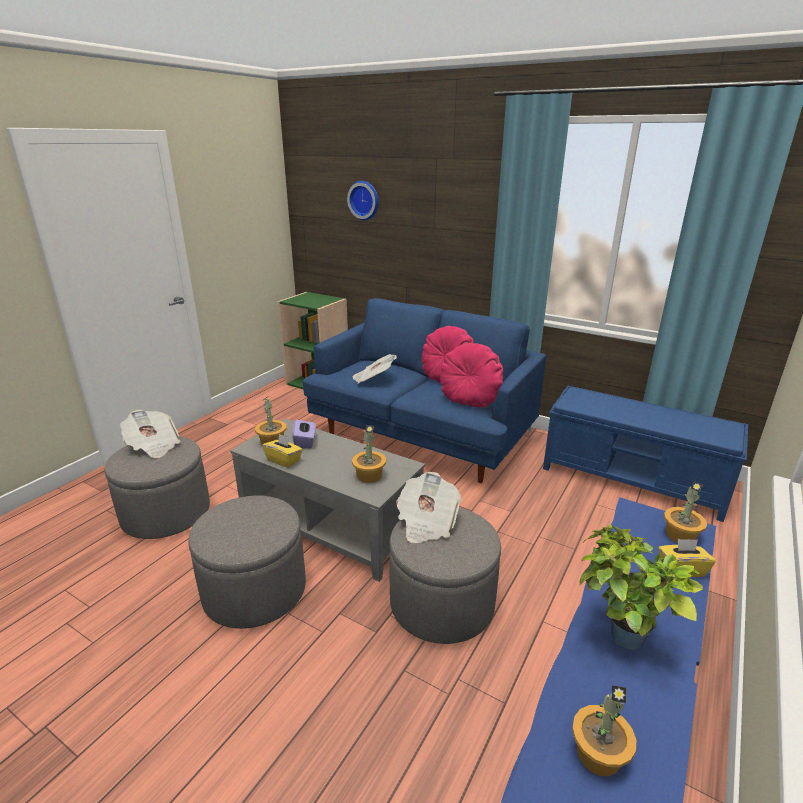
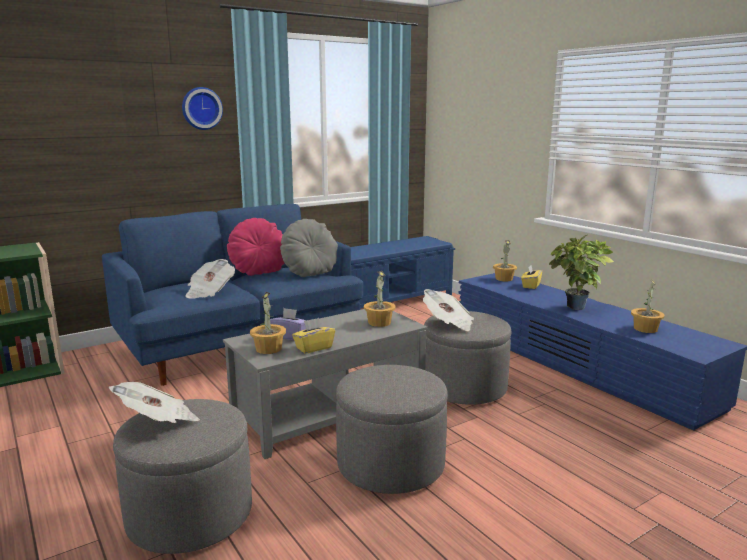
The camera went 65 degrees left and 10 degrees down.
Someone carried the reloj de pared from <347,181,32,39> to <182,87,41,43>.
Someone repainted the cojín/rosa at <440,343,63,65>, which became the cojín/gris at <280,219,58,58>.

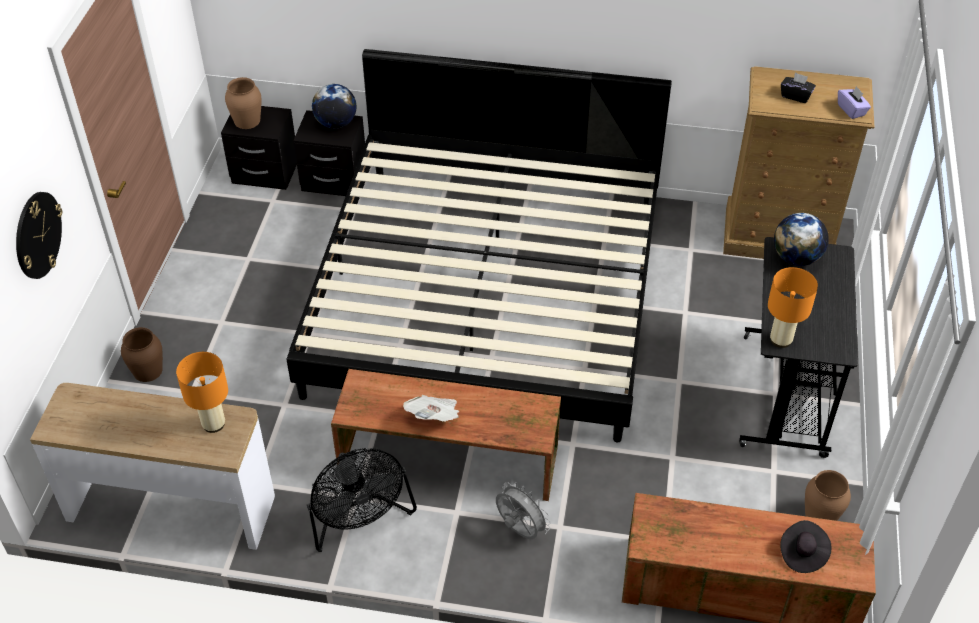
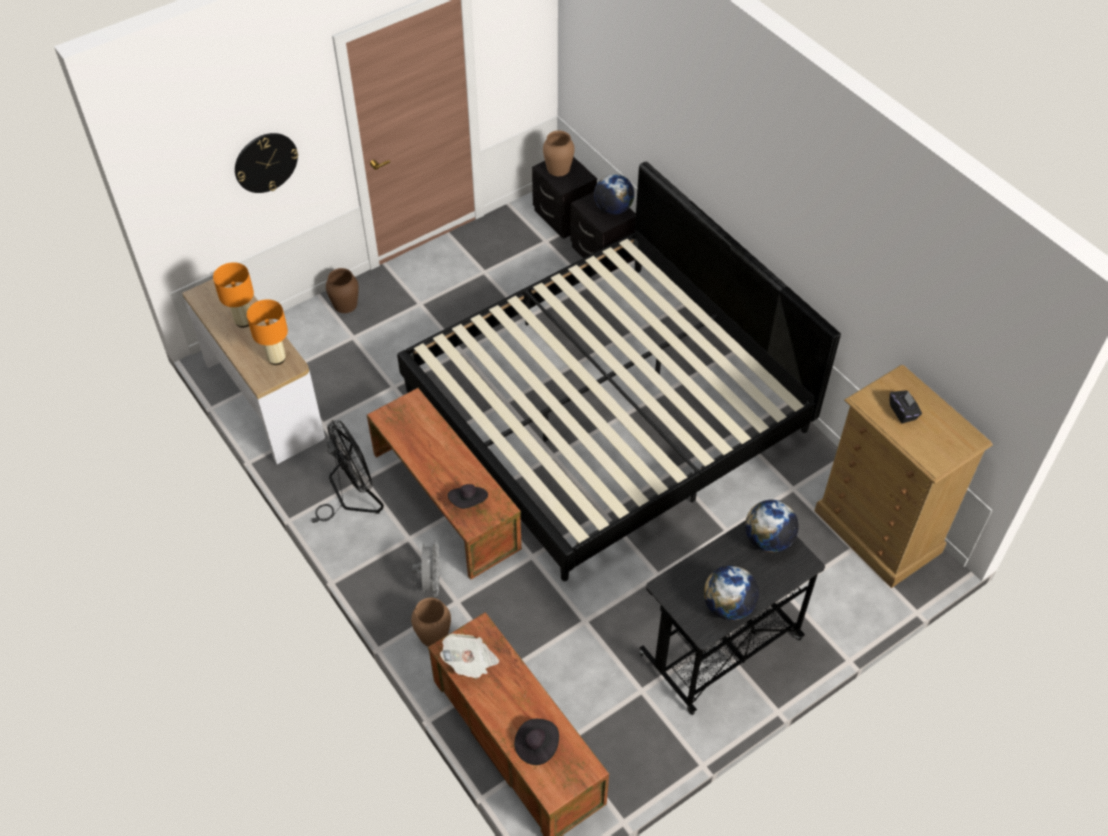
The camera went 45 degrees right and 5 degrees up.
Someone took away the caja de pañuelos/morado at <838,86,33,33>.
Someone put down the sombrero/negro at <448,484,40,25>.
Someone put down the globo terráqueo at <704,565,55,56>.
Someone carried the periódico from <403,395,57,26> to <440,634,59,45>.
Someone carried the lámpara de mesa/naranja from <768,267,50,81> to <213,262,41,66>.
Someone carried the florero/marrón from <805,470,46,51> to <411,598,40,49>.
Someone rotated the ventilador/negro at <307,448,110,104> by 135 degrees counterclockwise.

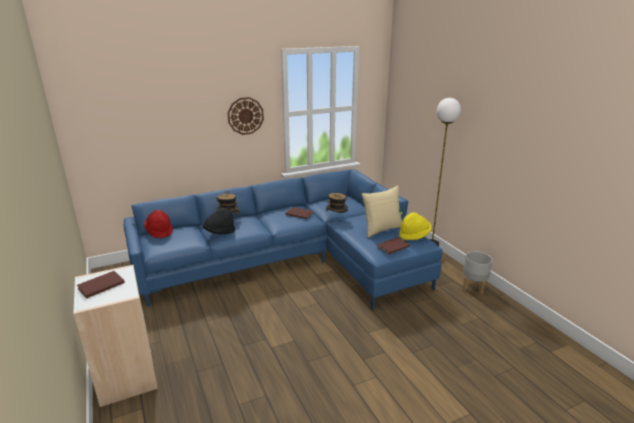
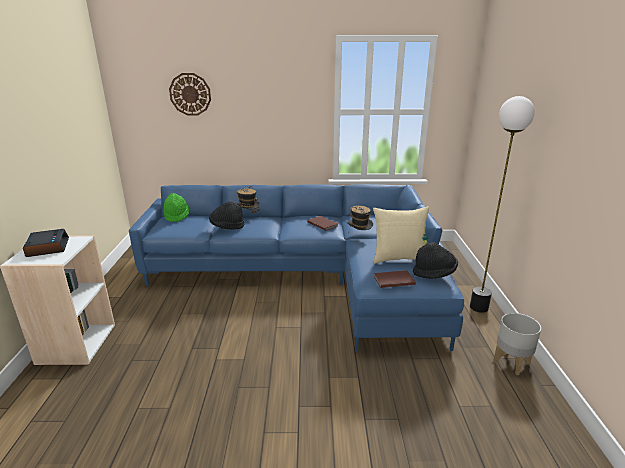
The camera went 25 degrees right and 0 degrees up.
Someone carried the reloj de pared from <228,97,36,38> to <169,73,42,43>.
Someone swapped the libro/marrón at <77,271,48,27> for the despertador at <23,229,46,28>.
Someone repainted the sombrero/rojo at <144,210,29,28>, which became the sombrero/verde at <163,193,26,29>.
Someone repainted the sombrero/amarillo at <399,212,32,28>, which became the sombrero/negro at <413,242,45,37>.

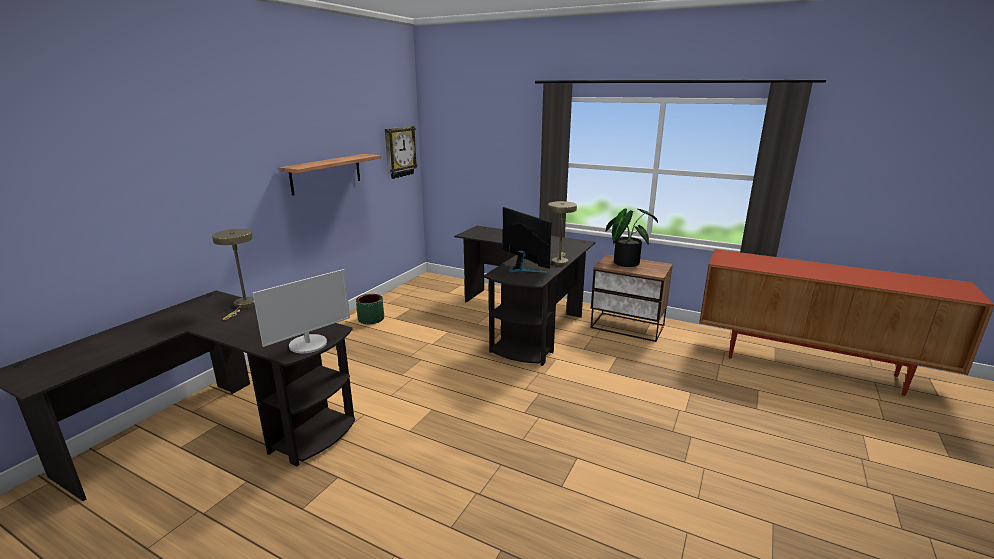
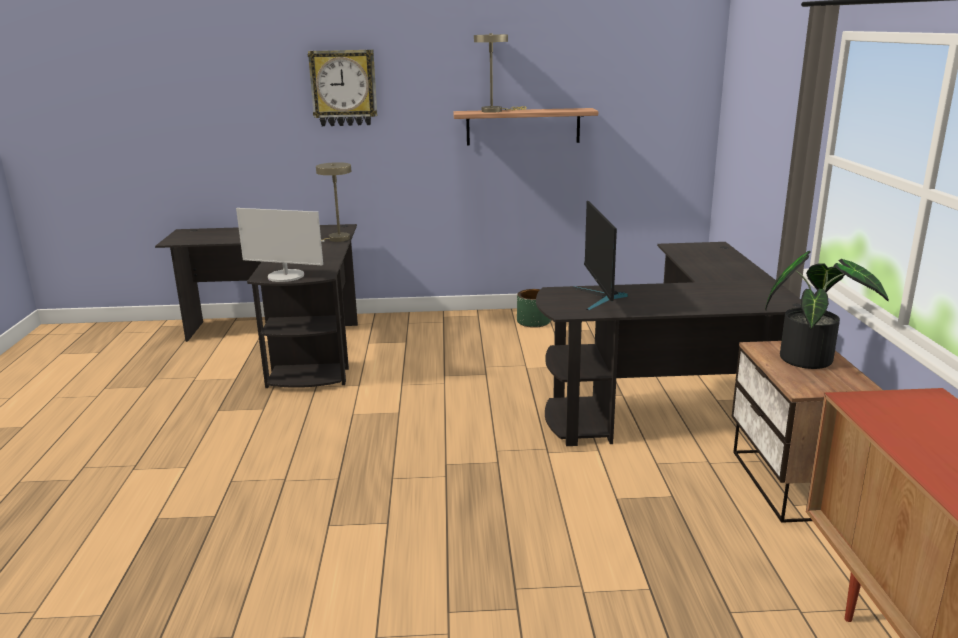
The camera went 60 degrees right and 0 degrees up.
Someone carried the reloj de pared from <385,126,33,53> to <308,50,69,76>.
Someone carried the lámpara de mesa/beis from <548,201,29,65> to <474,33,53,80>.
Someone rotated the monitor at <503,207,49,66> by 150 degrees clockwise.

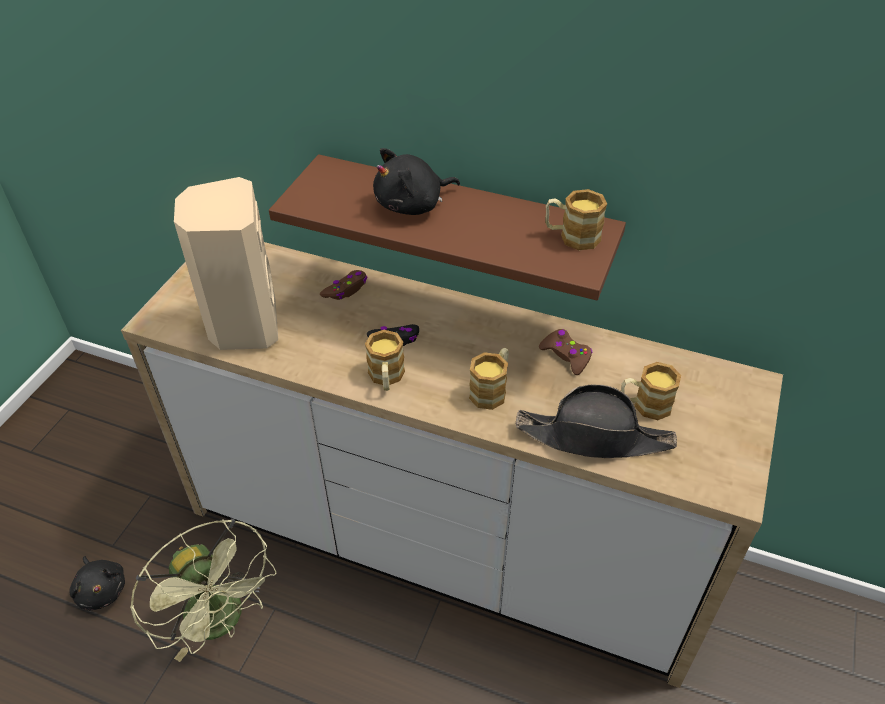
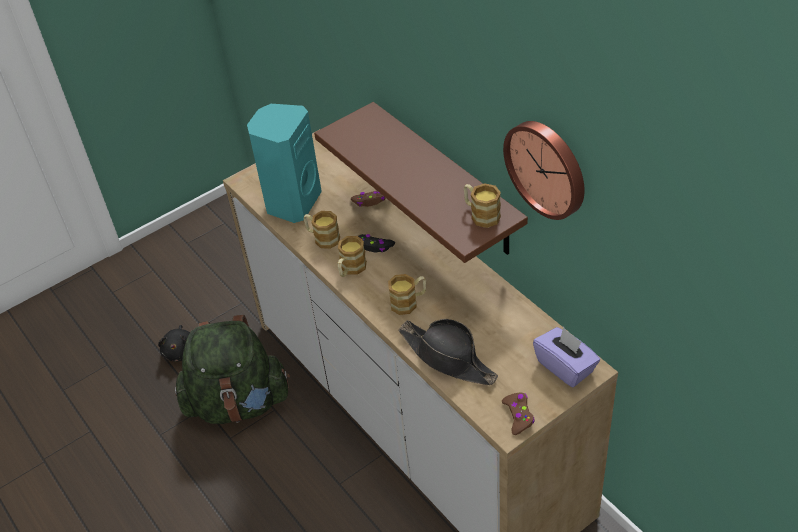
The camera went 35 degrees right and 0 degrees up.
Someone took away the peluche/negro at <373,148,87,67>.
Someone put up the reloj de pared at <503,121,82,99>.
Someone put down the caja de pañuelos/morado at <533,327,67,60>.
Someone carried the mando de consola/marrón from <539,329,54,46> to <502,393,33,42>.
Someone carried the taza grande from <621,362,60,58> to <304,211,36,38>.
Someone swapped the ventilador/verde at <130,519,146,143> for the mochila/verde at <175,315,115,109>.
Someone repainted the altavoz/beis at <174,177,104,173>, which became the altavoz/turquesa at <247,104,75,119>.

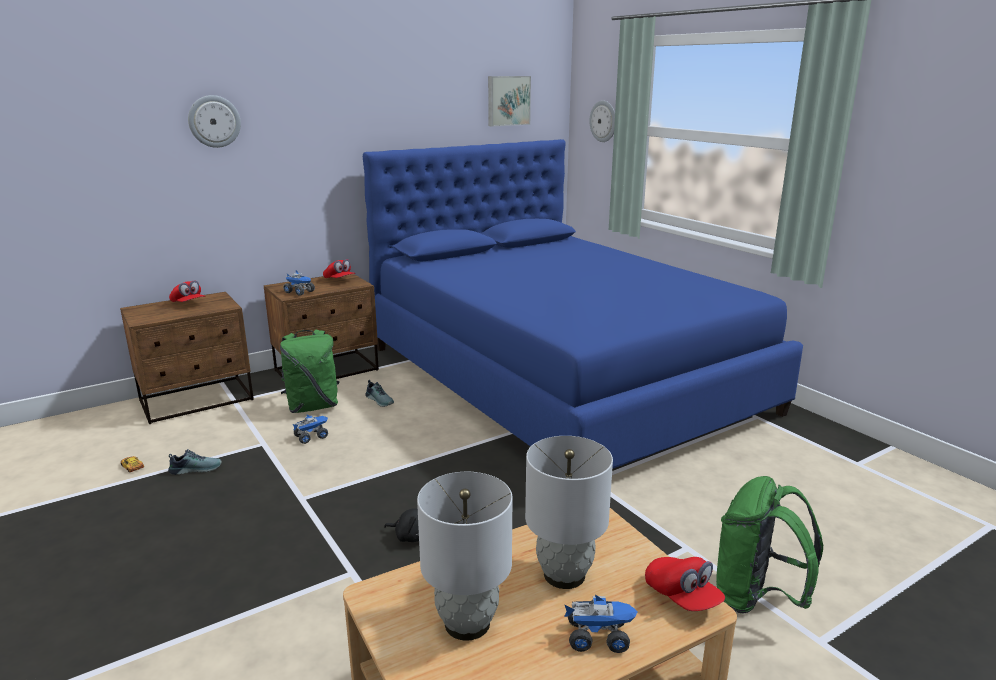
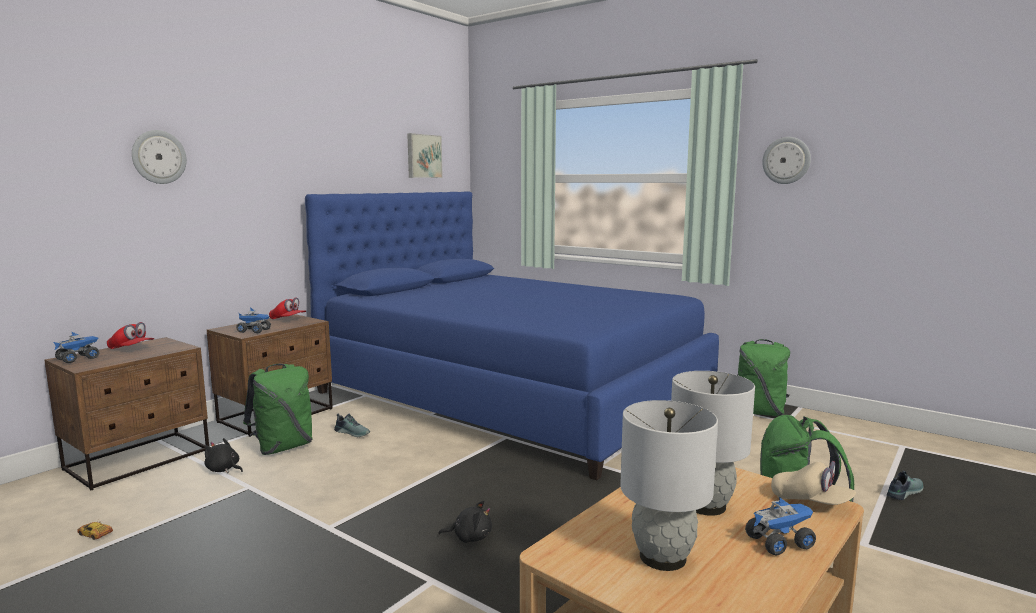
The camera went 20 degrees left and 10 degrees down.
Someone put down the peluche/negro at <204,438,39,35>.
Someone put down the mochila/verde at <737,339,53,77>.
Someone carried the zapato from <168,449,54,26> to <887,471,37,29>.
Someone carried the camión de juguete from <293,414,35,30> to <53,331,46,32>.
Someone carried the reloj de pared from <589,100,26,42> to <762,137,49,47>.
Someone repainted the gorra/rojo at <645,557,80,54>, which became the gorra/beis at <771,461,85,44>.

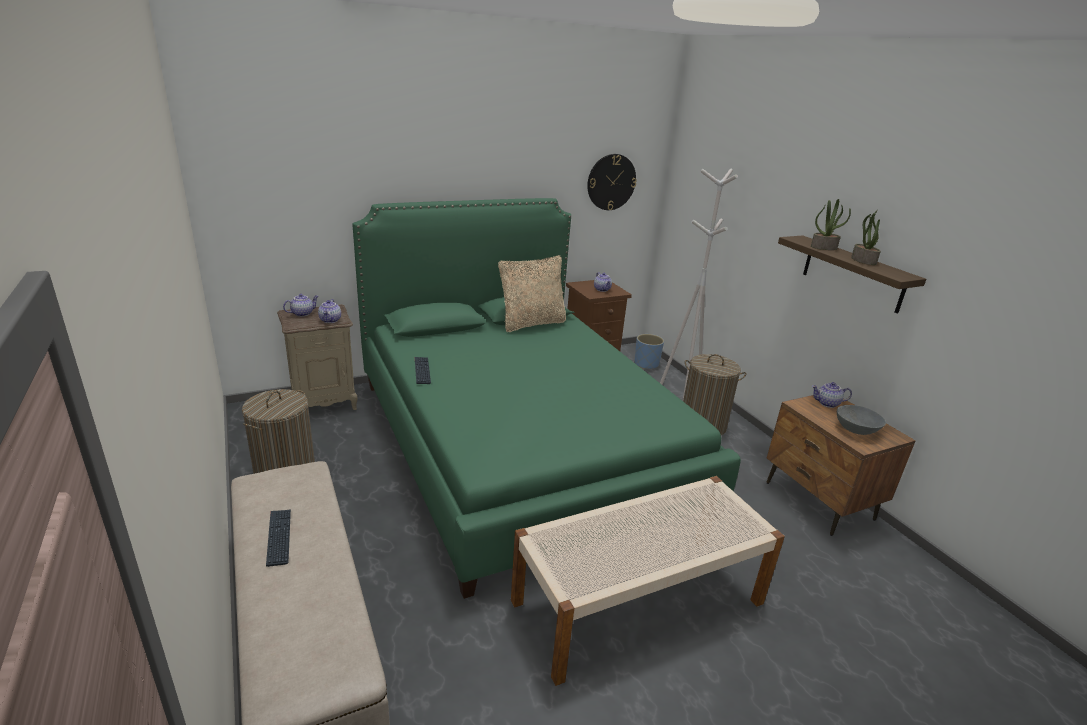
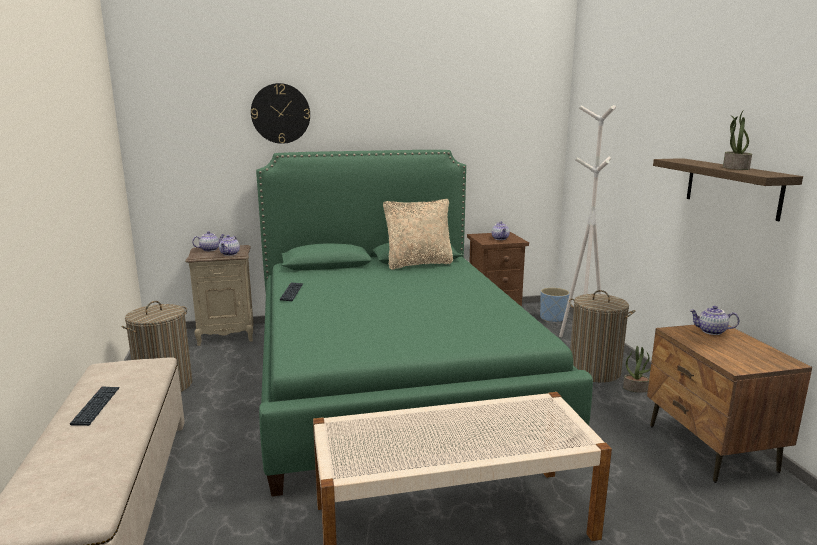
The camera went 15 degrees right and 10 degrees down.
Someone took away the cuenco/gris at <837,405,49,30>.
Someone carried the reloj de pared from <587,154,50,56> to <251,83,59,61>.
Someone carried the planta en maceta from <811,199,40,51> to <623,346,28,47>.

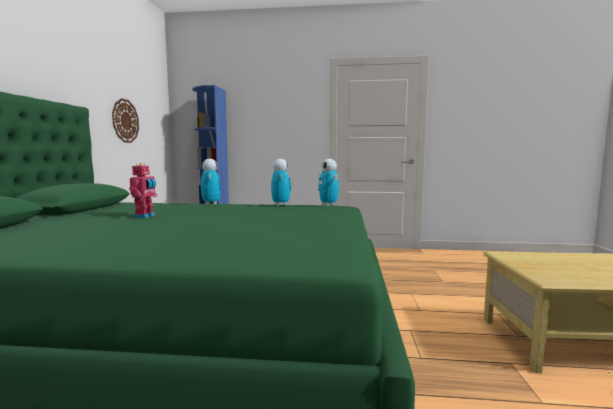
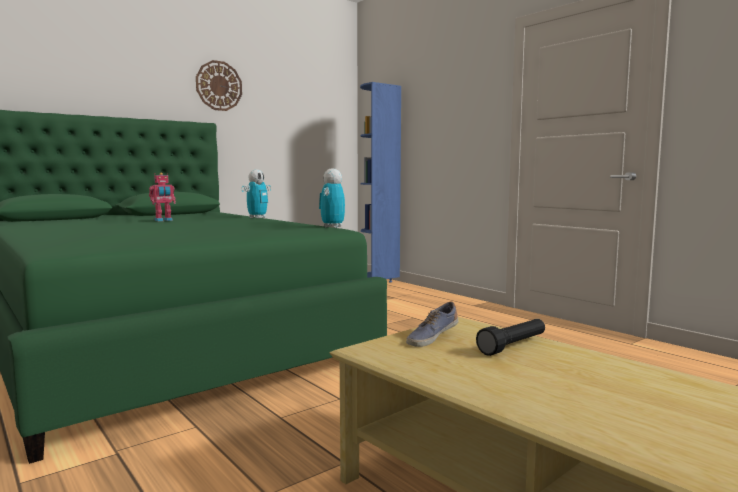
The camera went 45 degrees right and 0 degrees up.
Someone took away the robot de juguete at <271,159,20,47>.
Someone put down the zapato at <406,301,52,46>.
Someone put down the linterna/negro at <476,319,69,37>.
Someone carried the reloj de pared from <112,98,27,45> to <196,60,46,51>.

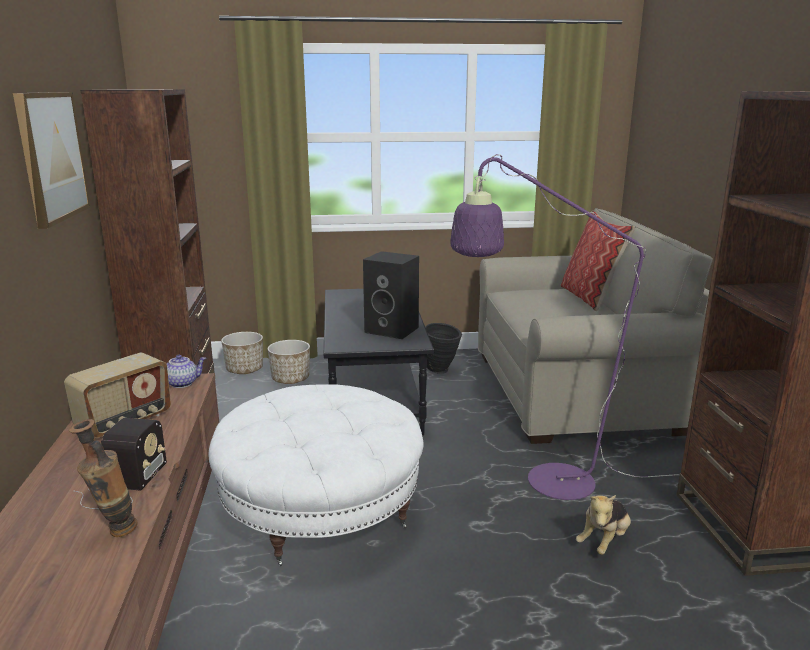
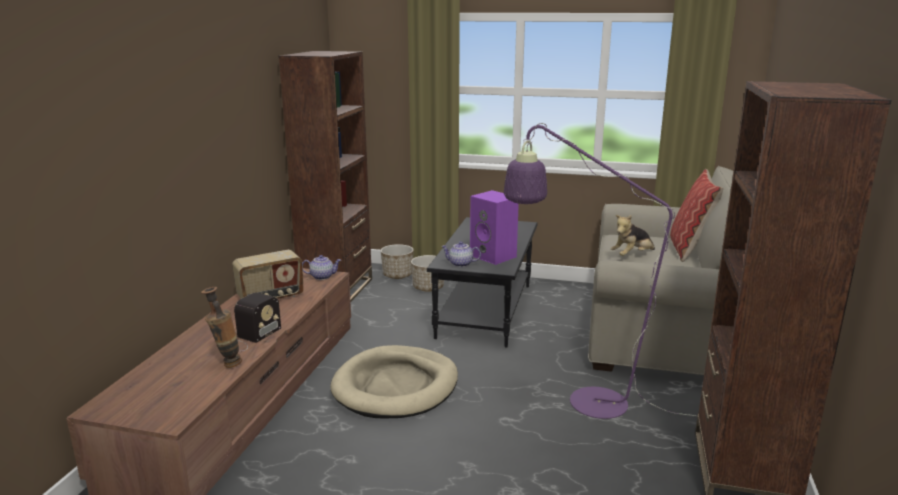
The camera went 20 degrees right and 0 degrees up.
Someone took away the cuadro at <13,92,78,137>.
Someone took away the florero/negro at <425,323,37,51>.
Someone put down the tetera at <441,241,40,26>.
Someone carried the peluche from <576,495,55,60> to <610,215,45,41>.
Someone swapped the puf/blanco at <208,385,216,181> for the cama para perro/beis at <330,345,128,74>.
Someone repainted the altavoz/negro at <363,251,56,88>, which became the altavoz/morado at <470,190,49,75>.

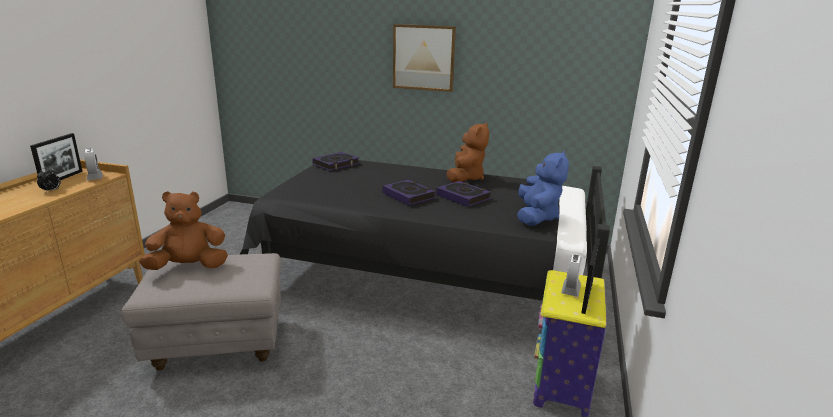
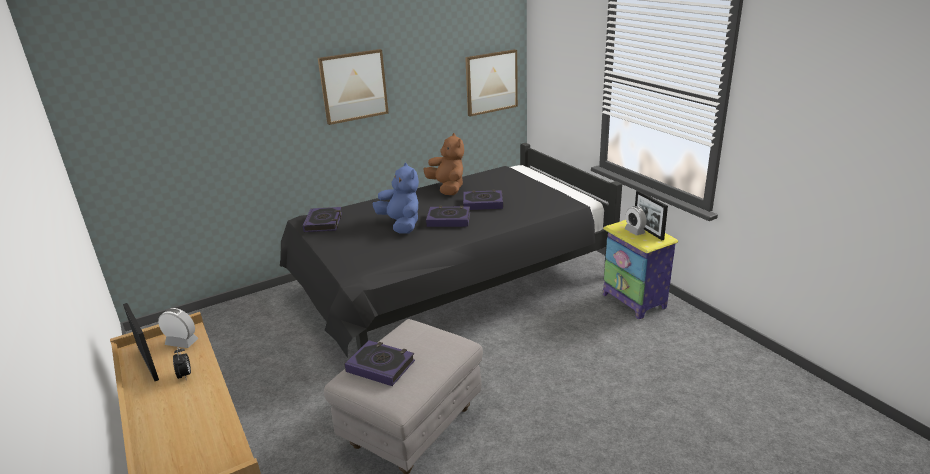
The camera went 45 degrees left and 5 degrees up.
Someone put up the cuadro at <465,49,53,68>.
Someone carried the peluche/azul from <517,150,52,76> to <373,163,46,71>.
Someone swapped the peluche/marrón at <139,191,89,79> for the libro at <345,340,70,46>.

